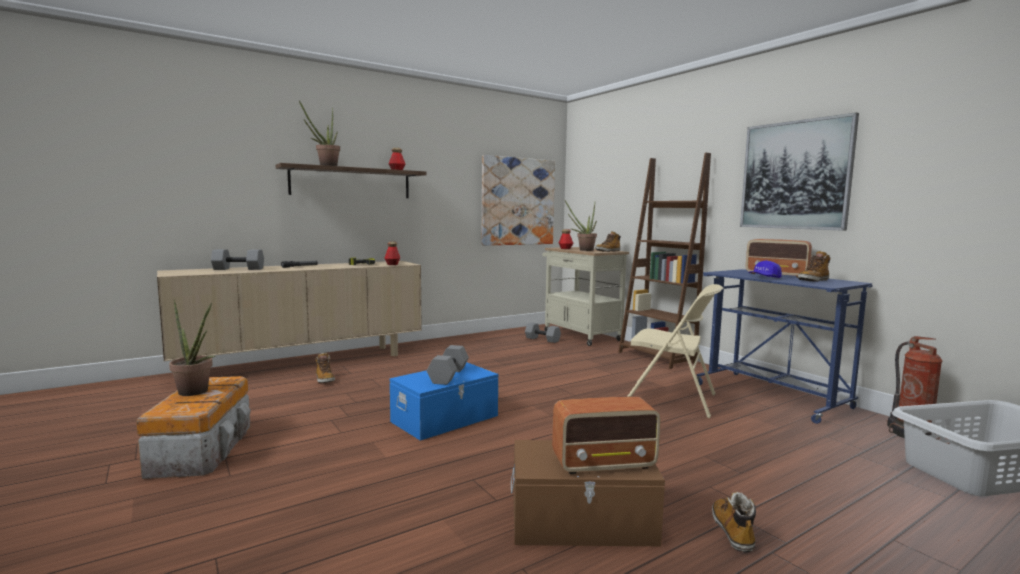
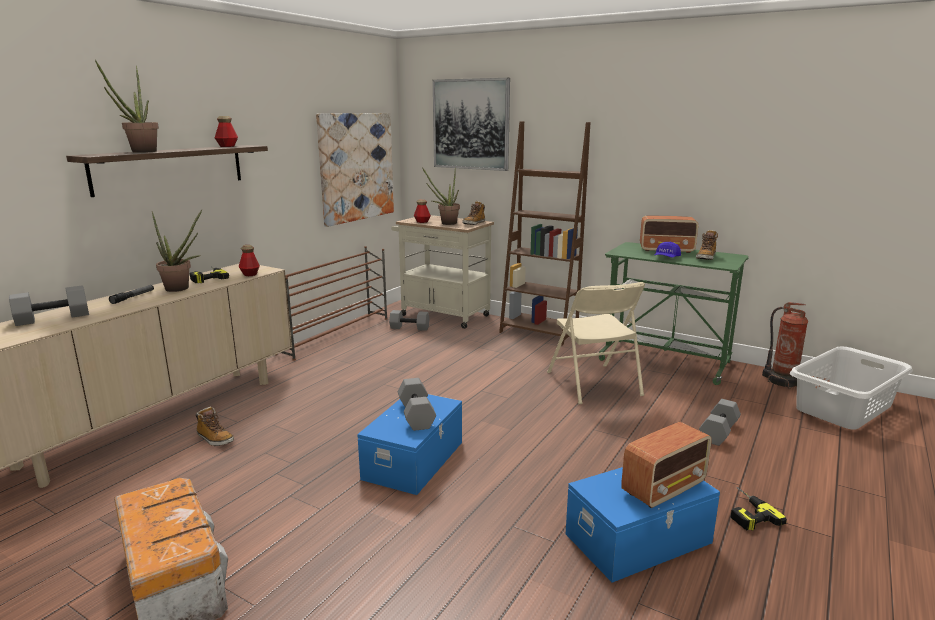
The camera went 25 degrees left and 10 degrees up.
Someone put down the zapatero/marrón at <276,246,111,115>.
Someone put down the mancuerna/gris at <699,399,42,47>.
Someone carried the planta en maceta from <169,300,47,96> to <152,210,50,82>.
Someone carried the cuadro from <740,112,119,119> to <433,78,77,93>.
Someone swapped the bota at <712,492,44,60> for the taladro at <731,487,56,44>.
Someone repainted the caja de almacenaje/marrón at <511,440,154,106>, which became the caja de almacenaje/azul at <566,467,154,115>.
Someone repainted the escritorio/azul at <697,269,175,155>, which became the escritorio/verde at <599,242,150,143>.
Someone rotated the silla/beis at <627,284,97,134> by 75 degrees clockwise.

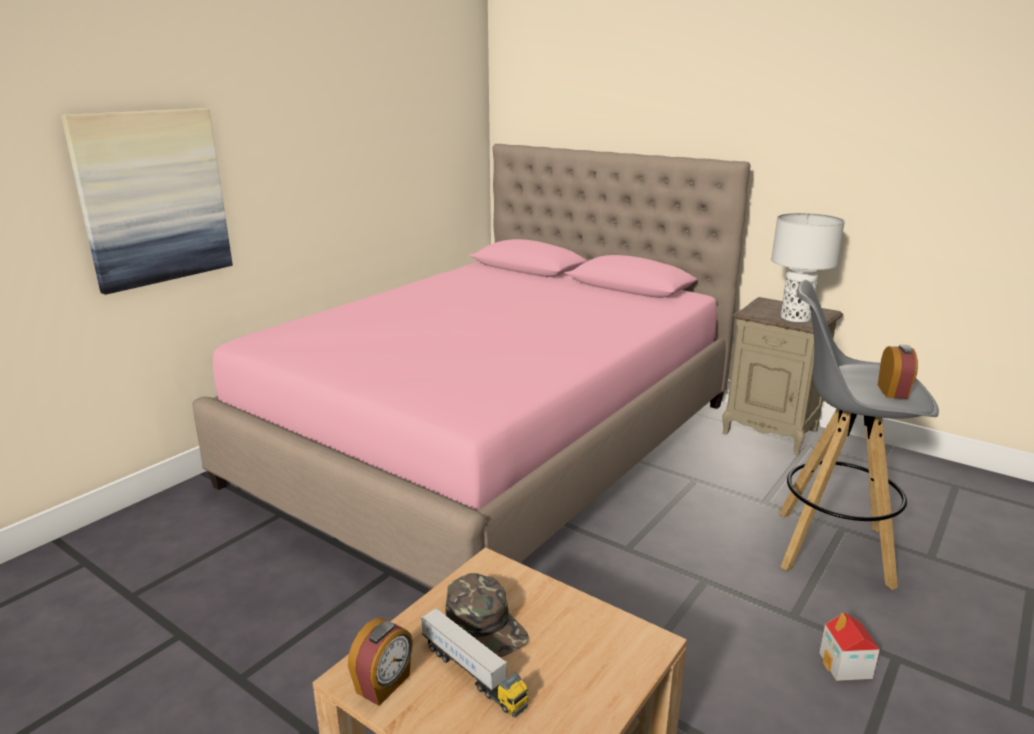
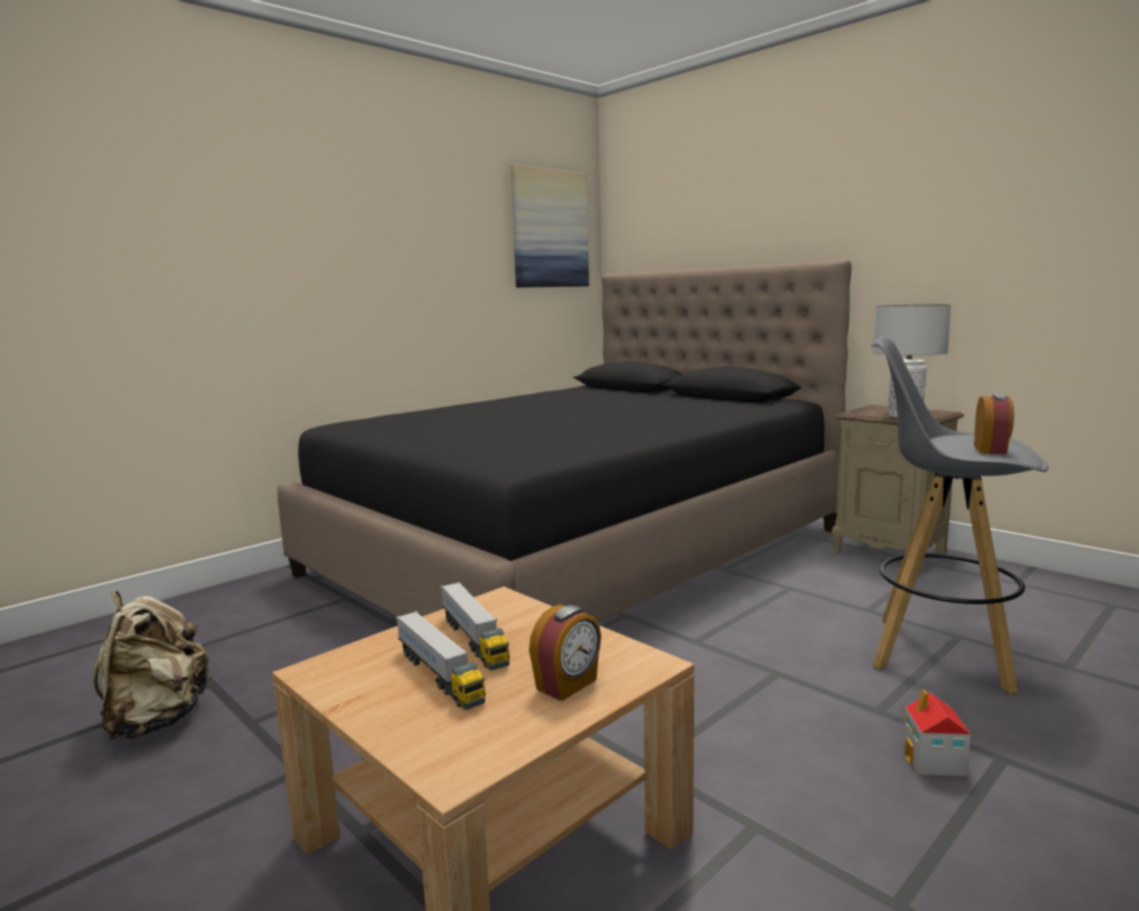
The camera went 10 degrees right and 10 degrees down.
Someone put down the mochila/beis at <93,591,120,148>.
Someone carried the cuadro from <61,108,172,187> to <511,164,78,124>.
Someone carried the despertador from <348,618,65,88> to <529,605,72,96>.
Someone swapped the gorra/verde at <446,573,83,84> for the camión de juguete at <441,582,69,88>.
Someone repainted the cama/rosa at <192,144,559,444>, which became the cama/negro at <277,260,575,362>.

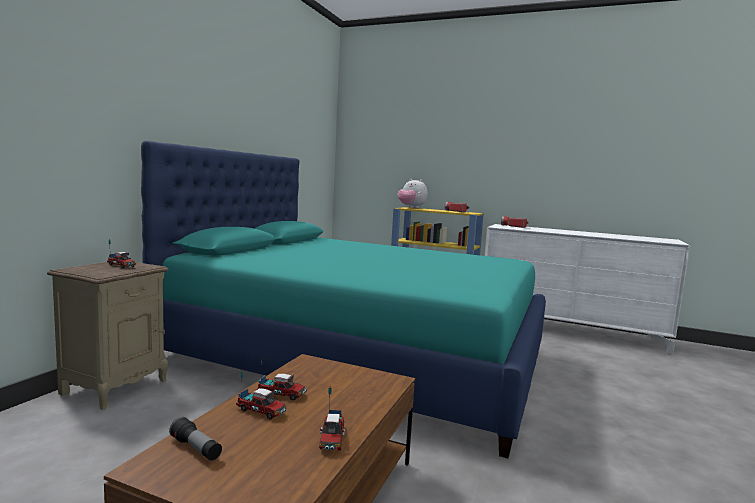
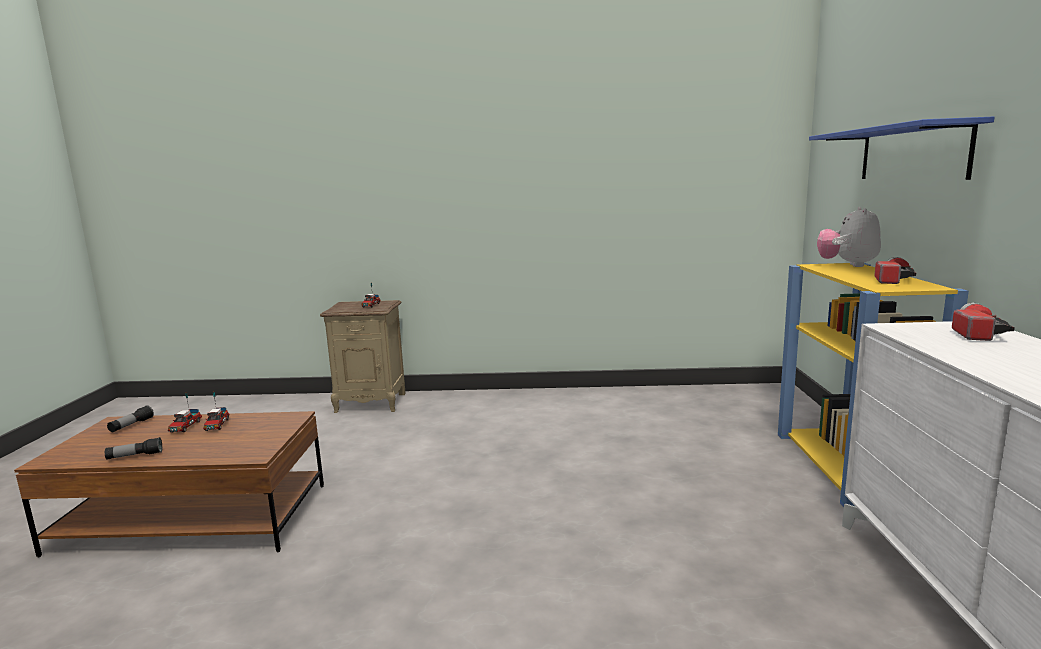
The camera went 70 degrees right and 5 degrees up.
Someone took away the cama/turquesa at <141,141,405,317>.
Someone put up the estante/azul at <809,116,186,64>.
Someone swapped the camión de juguete at <319,388,26,62> for the linterna at <105,437,57,23>.

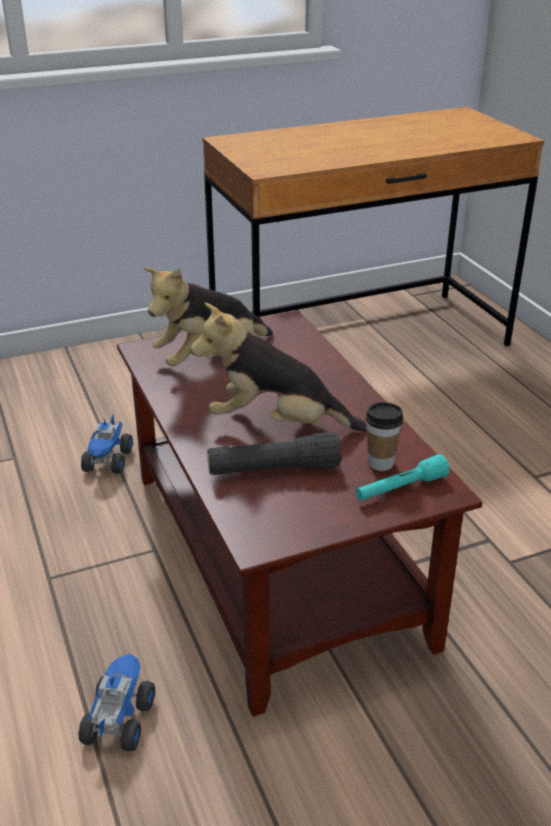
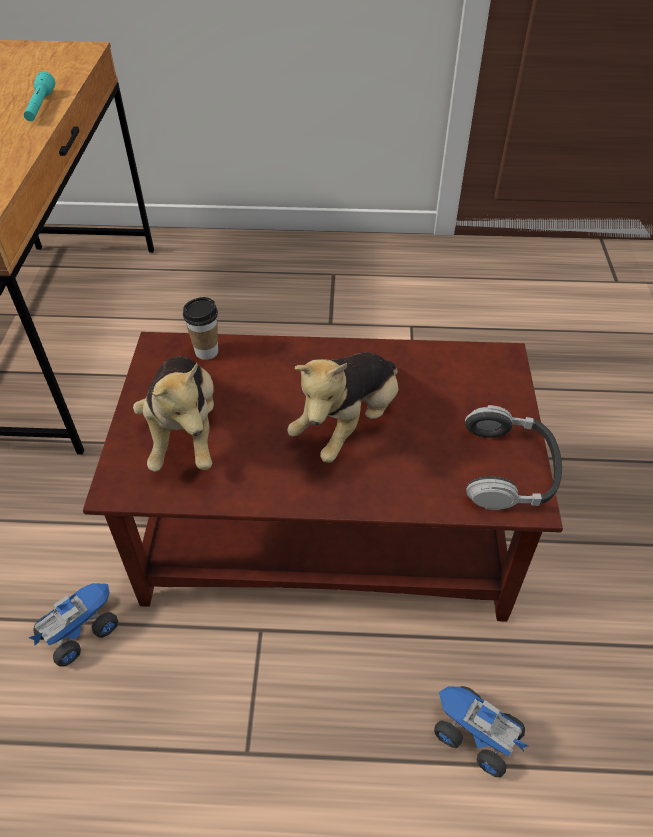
The camera went 65 degrees left and 15 degrees up.
Someone took away the linterna/negro at <208,432,134,43>.
Someone put down the auriculares at <465,405,97,105>.
Someone carried the linterna/turquesa from <356,454,93,47> to <24,71,31,50>.
Someone carried the taza from <366,402,37,69> to <183,297,35,63>.
Someone rotated the camión de juguete at <81,415,52,59> by 75 degrees counterclockwise.

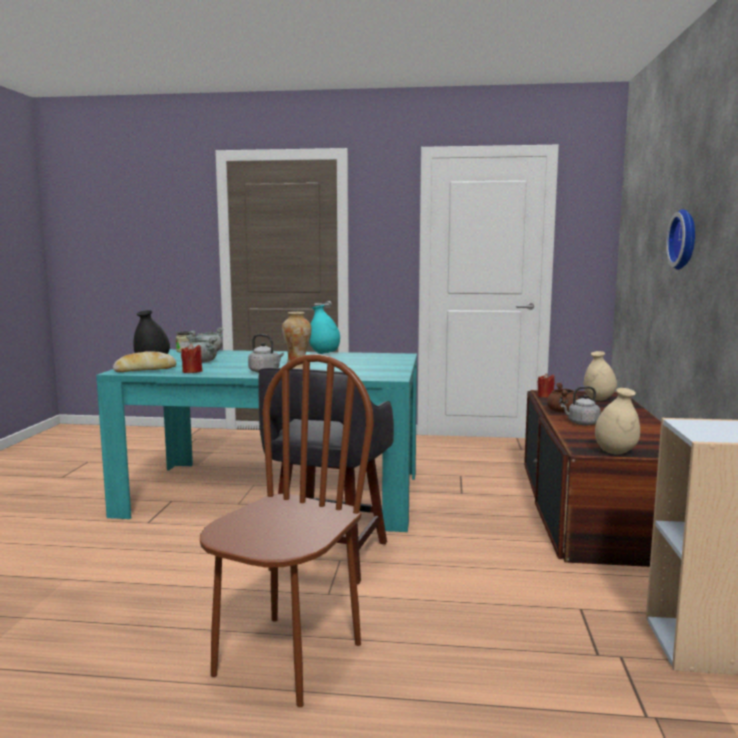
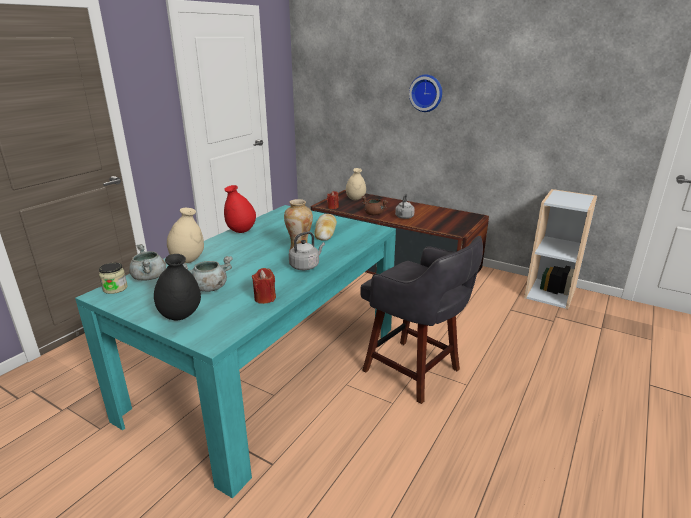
The camera went 65 degrees left and 15 degrees up.
Someone took away the silla/marrón at <200,354,174,353>.
Someone carried the pan from <113,351,63,21> to <314,214,23,27>.
Someone carried the florero/beis from <595,388,45,67> to <167,208,37,55>.
Someone repainted the florero/turquesa at <309,305,31,49>, which became the florero/rojo at <224,185,32,48>.

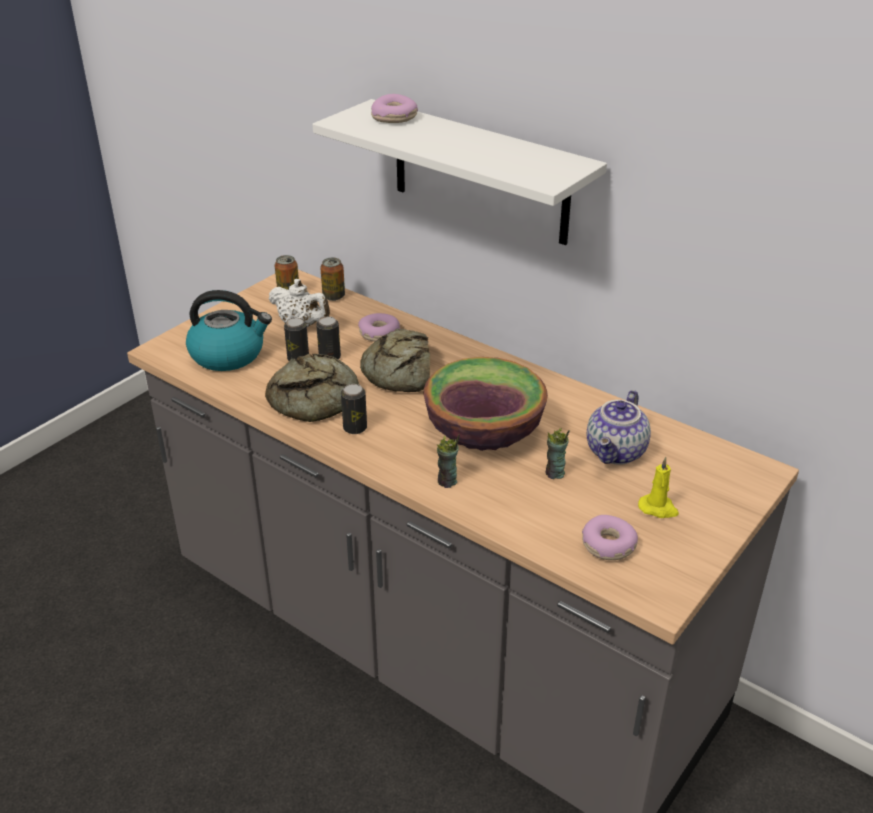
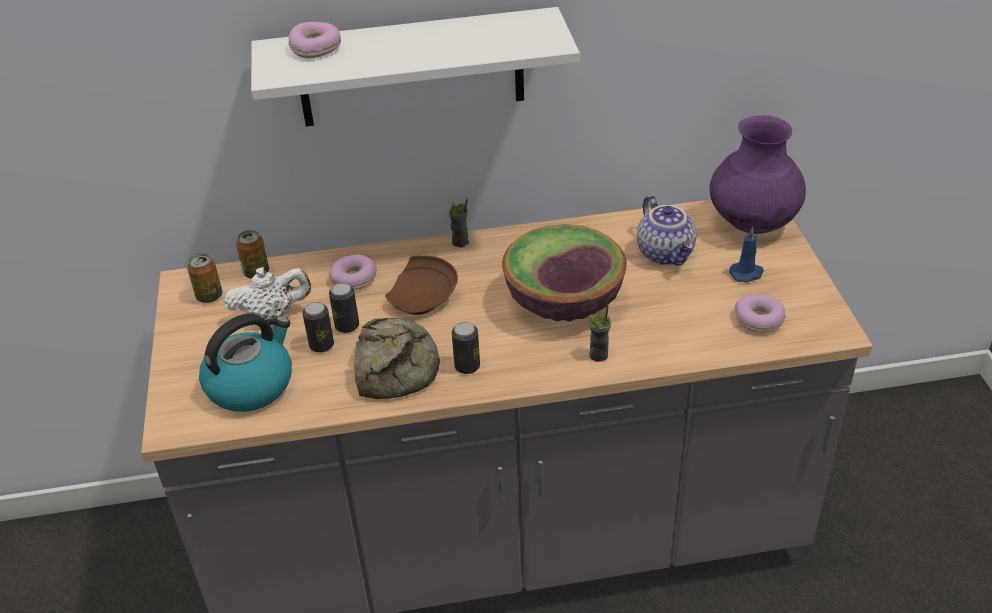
The camera went 45 degrees left and 5 degrees up.
Someone put down the florero/morado at <710,115,96,119>.
Someone carried the taza from <546,428,24,51> to <449,198,20,50>.
Someone swapped the pan at <360,329,70,63> for the plato/marrón at <385,255,73,60>.
Someone repainted the vela/amarillo at <638,457,41,61>, which became the vela/azul at <729,227,35,56>.

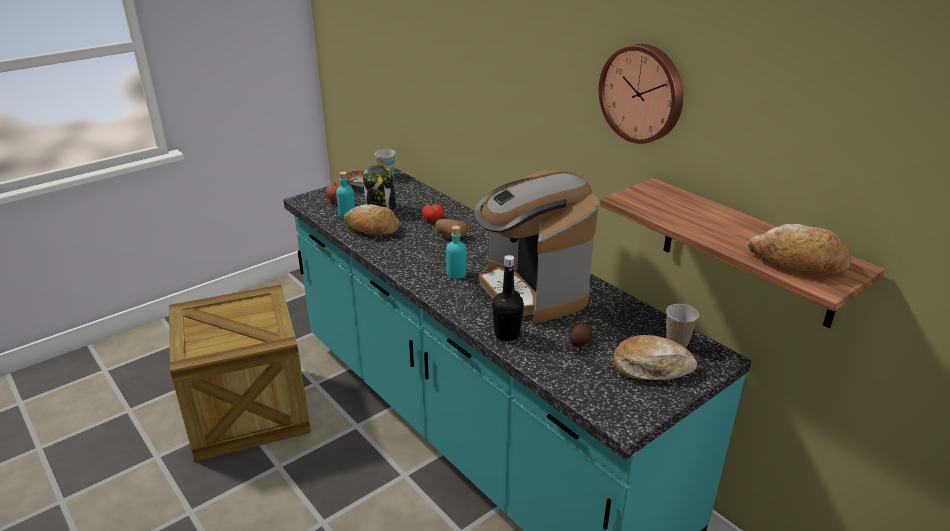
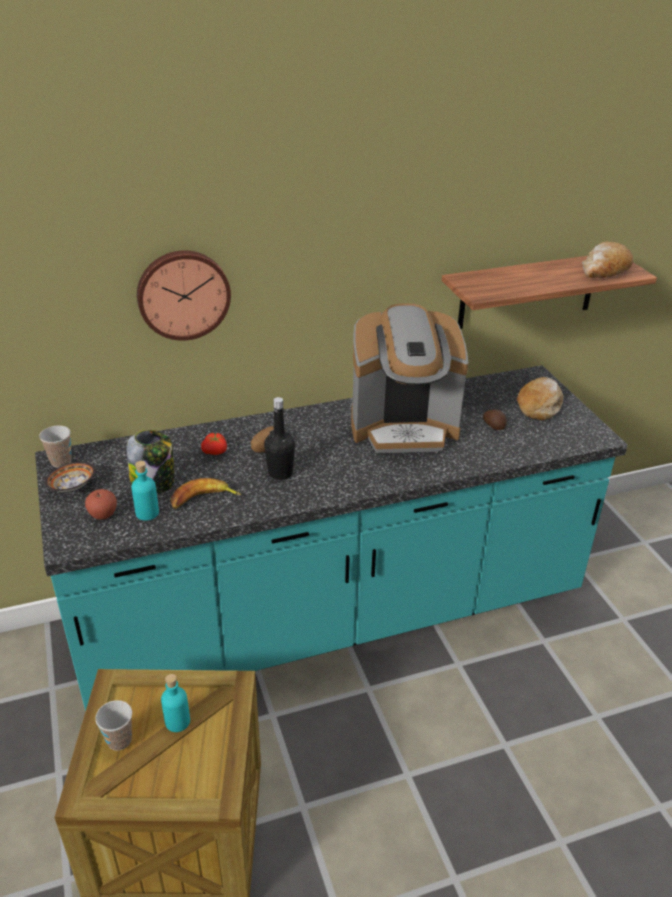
The camera went 70 degrees left and 5 degrees up.
Someone carried the botella/turquesa from <446,226,20,53> to <161,674,29,58>.
Someone carried the botella/negro from <492,255,32,86> to <264,397,31,83>.
Someone carried the reloj de pared from <599,44,84,100> to <137,250,94,91>.
Someone carried the taza from <666,304,33,43> to <95,700,37,50>.
Someone swapped the pan at <344,204,56,31> for the plátano at <171,478,70,31>.

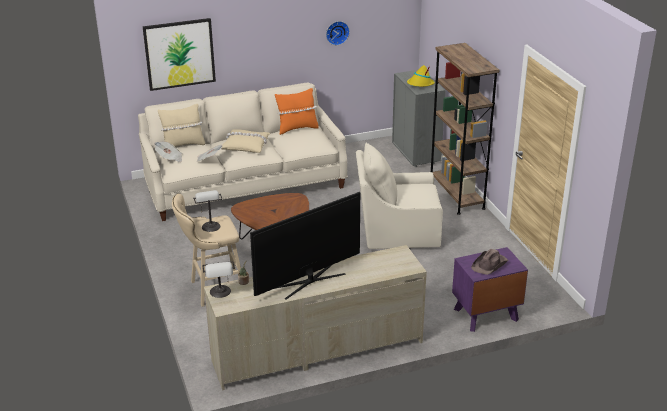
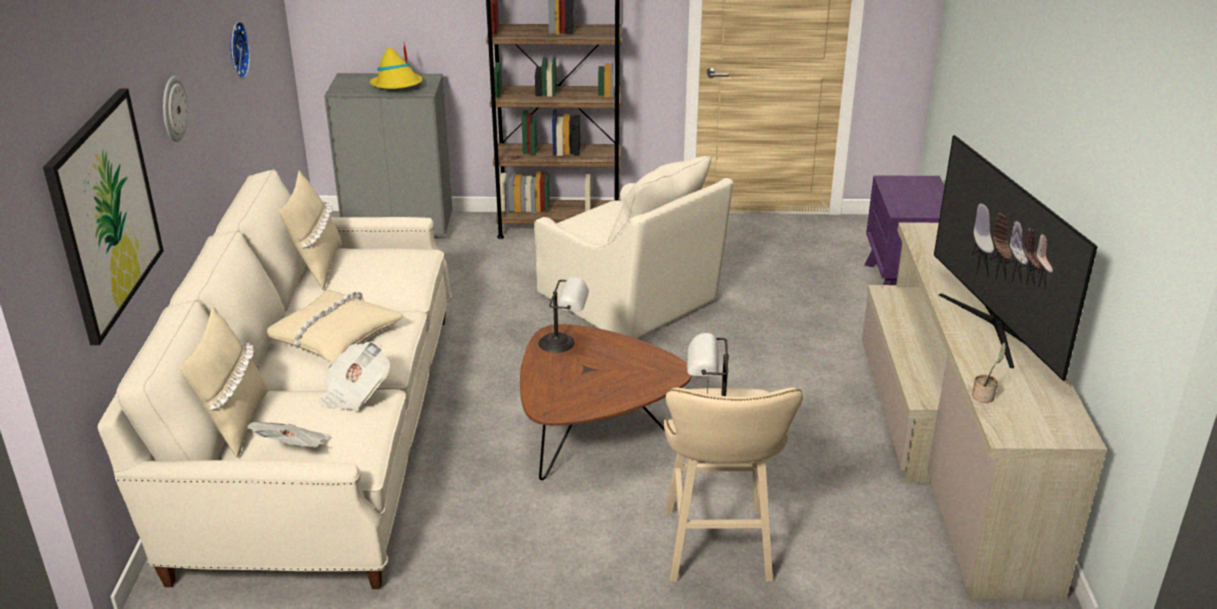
The camera went 70 degrees left and 0 degrees up.
Someone took away the sombrero/marrón at <471,249,38,26>.
Someone put up the reloj de pared at <163,76,25,66>.
Someone carried the lámpara de mesa from <203,261,32,37> to <538,277,51,76>.
Someone repainted the cojín/naranja at <275,88,44,47>, which became the cojín/beis at <279,171,63,118>.
Someone rotated the sillón/beis at <356,142,87,107> by 60 degrees counterclockwise.

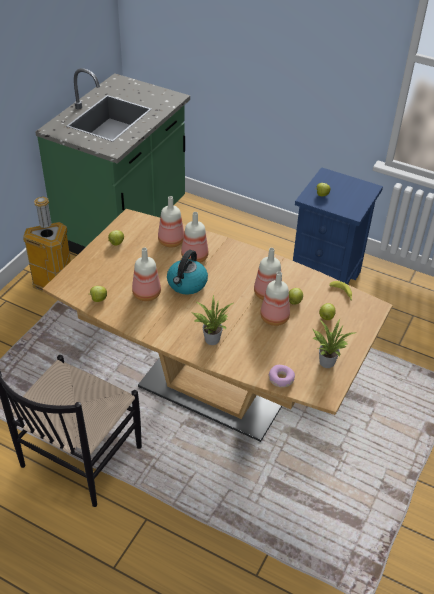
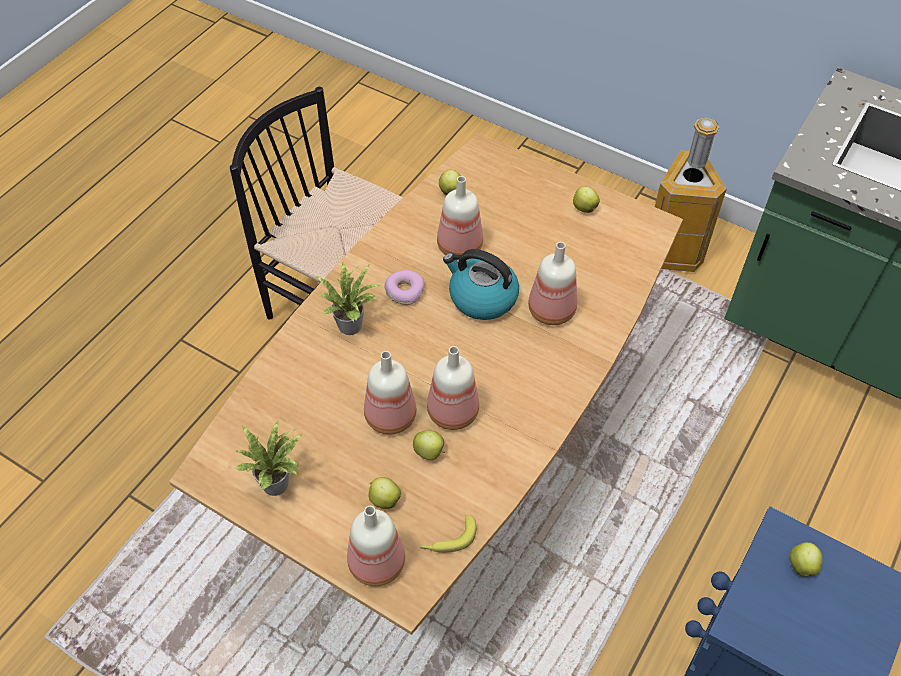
The camera went 95 degrees right and 10 degrees up.
Someone carried the botella from <158,196,26,51> to <347,506,58,80>.
Someone carried the rosquilla from <268,365,27,23> to <385,270,39,35>.

